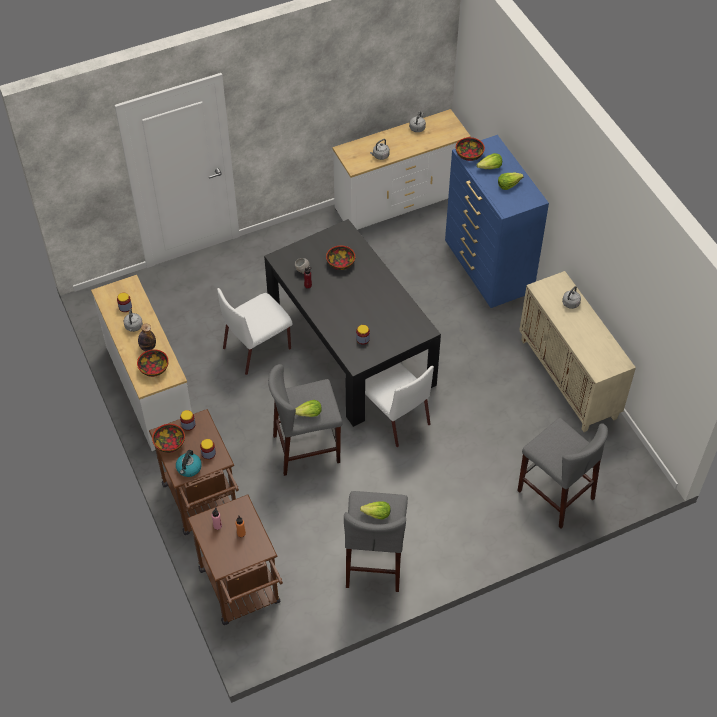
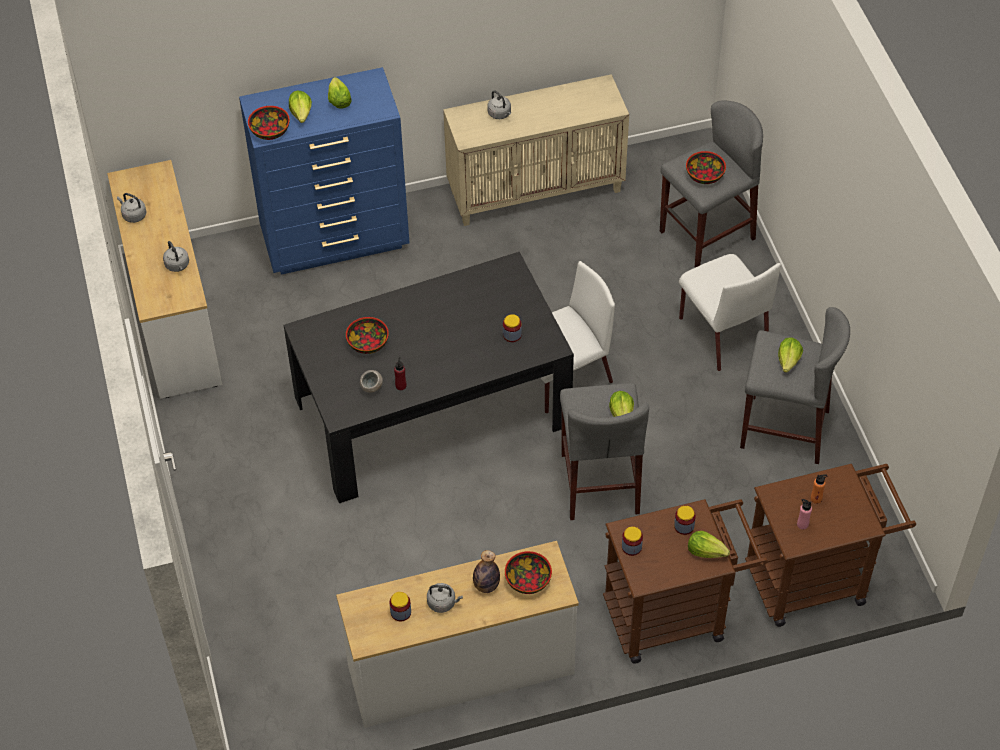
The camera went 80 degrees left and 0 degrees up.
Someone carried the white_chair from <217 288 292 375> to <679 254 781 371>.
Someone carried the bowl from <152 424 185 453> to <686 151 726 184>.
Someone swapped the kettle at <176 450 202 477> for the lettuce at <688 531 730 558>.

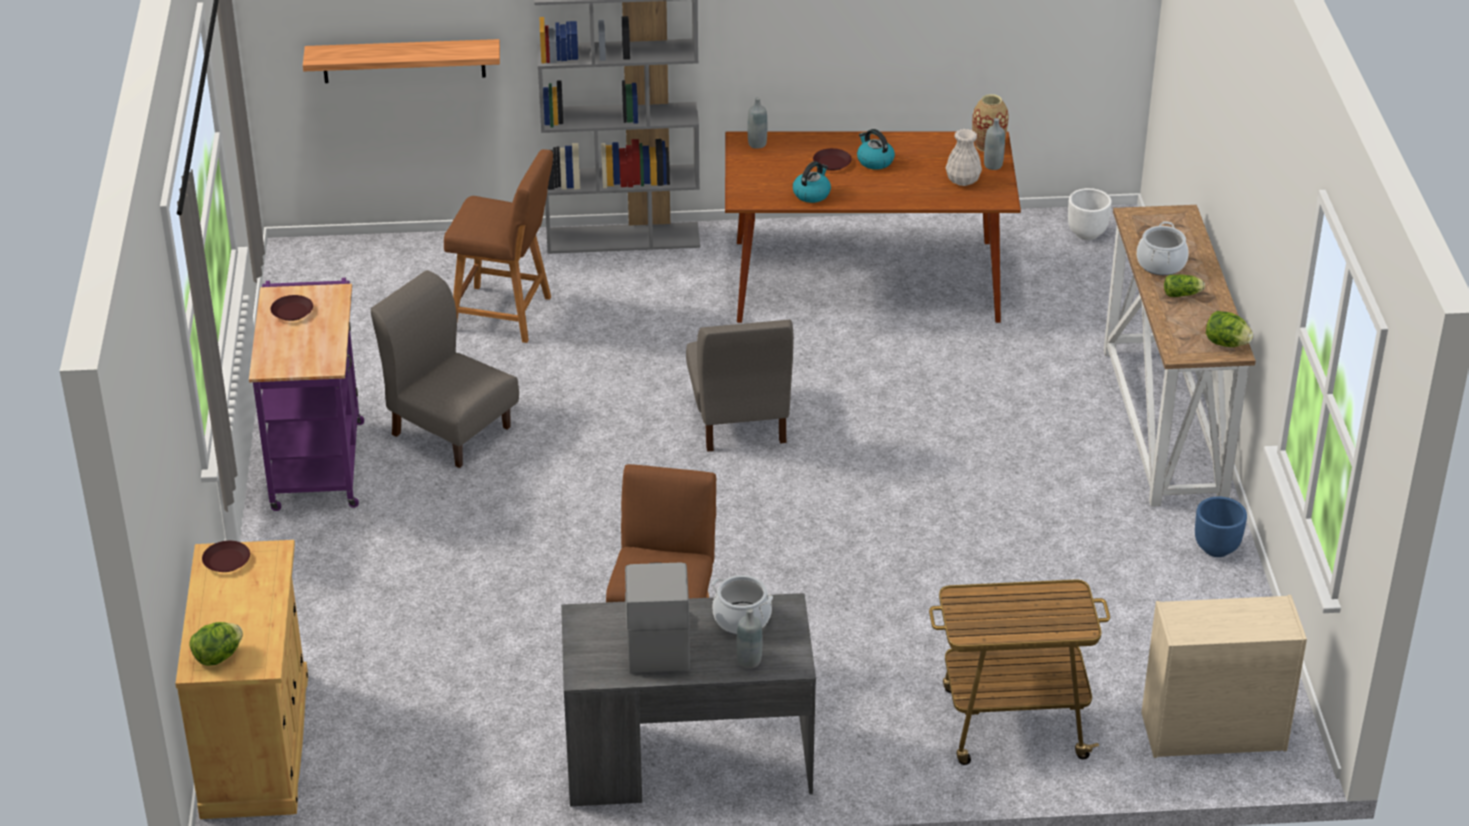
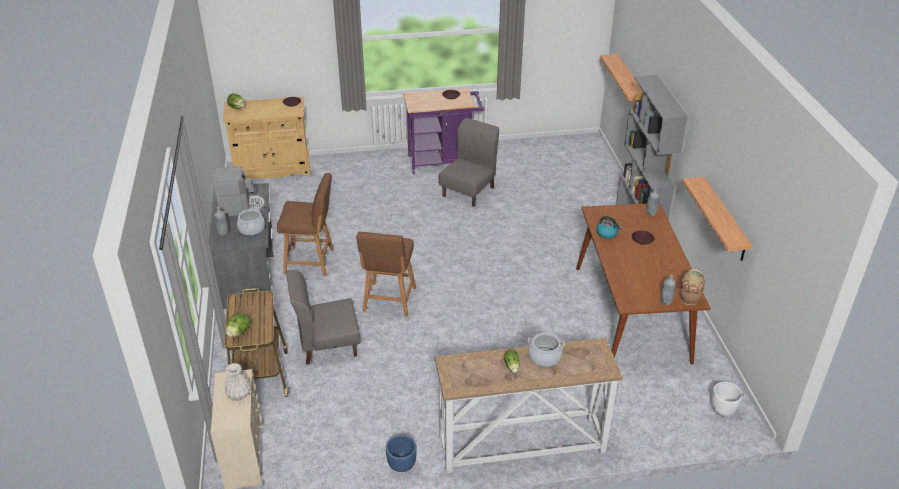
The camera went 85 degrees right and 0 degrees up.
Someone carried the white_vase from <946 129 982 186> to <225 363 250 401>.
Someone carried the lettuce from <1206 311 1253 347> to <226 313 250 337>.
Someone carried the grey_chair from <686 320 794 452> to <286 270 360 365>.
Someone carried the brown_stool from <444 149 553 343> to <356 232 416 317>.
Someone put up the shelf at <682 177 752 261>.
Someone took away the kettle at <857 129 895 170>.

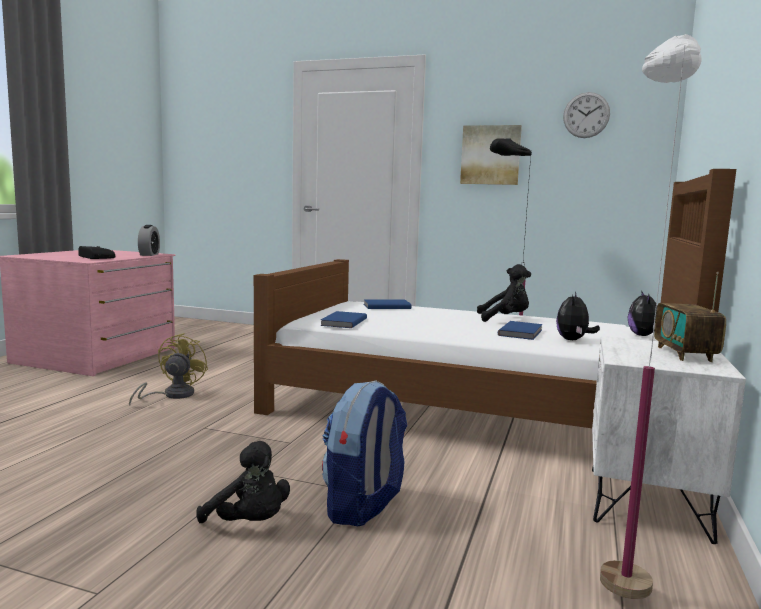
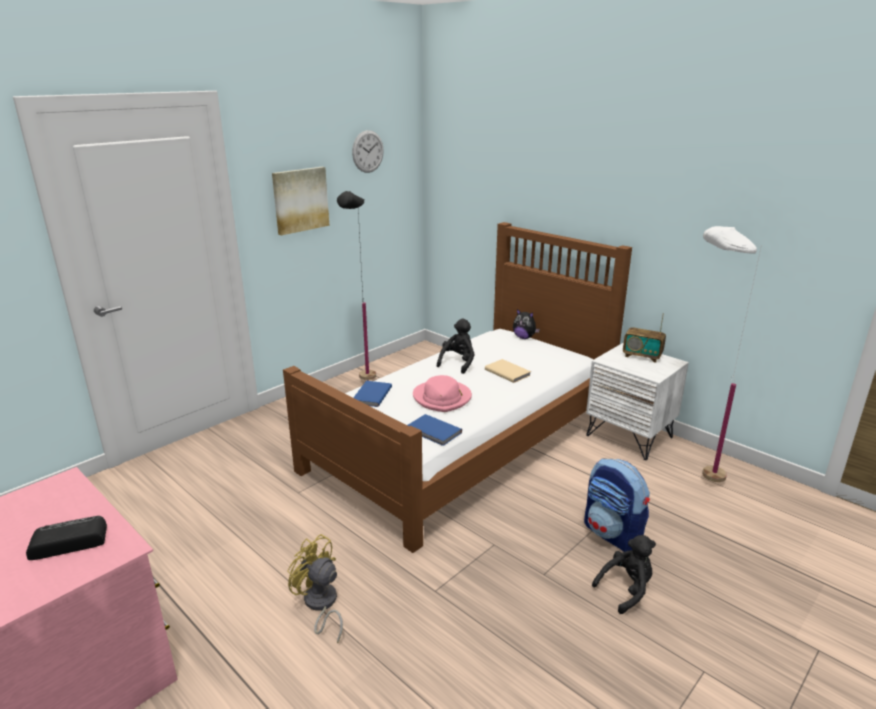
The camera went 65 degrees left and 15 degrees up.
Someone put down the pink_hat at <413 375 472 412>.
Someone repainted the blue_book at <498 321 543 340>, which became the beige_book at <485 359 531 383>.
Someone took away the alarm_clock at <138 225 160 256>.
Someone took away the plush_toy at <556 292 600 340>.

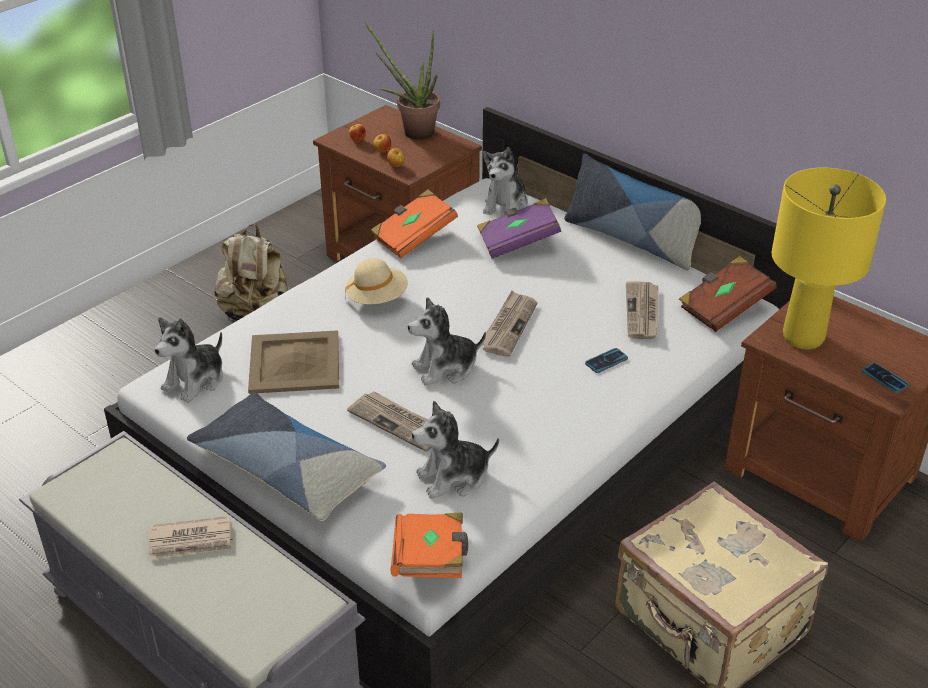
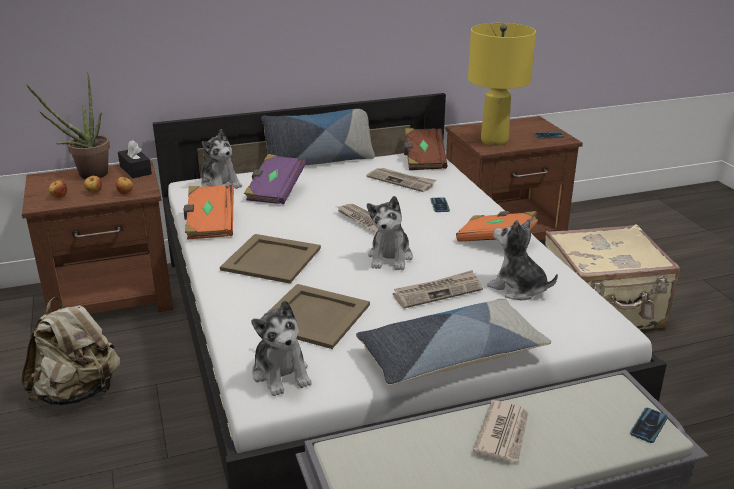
The camera went 60 degrees left and 10 degrees down.
Someone put down the black_tissue_box at <118 140 152 178>.
Someone swapped the beige_hat at <345 258 408 304> for the beige_tray at <220 234 321 283>.
Someone carried the orange_book from <390 513 468 578> to <456 211 538 242>.
Someone rotated the plush_toy at <412 401 499 499> by 120 degrees clockwise.
Someone put down the phone at <630 408 668 443>.

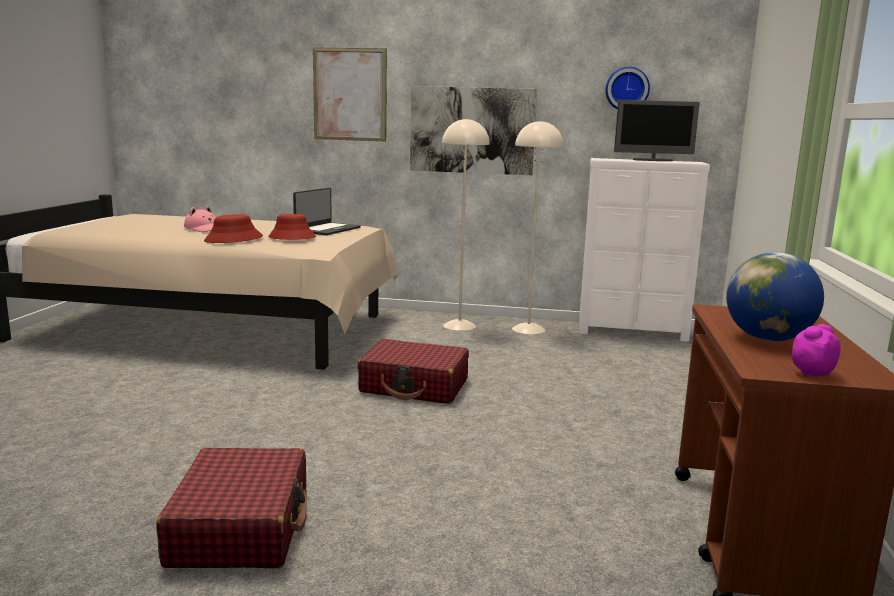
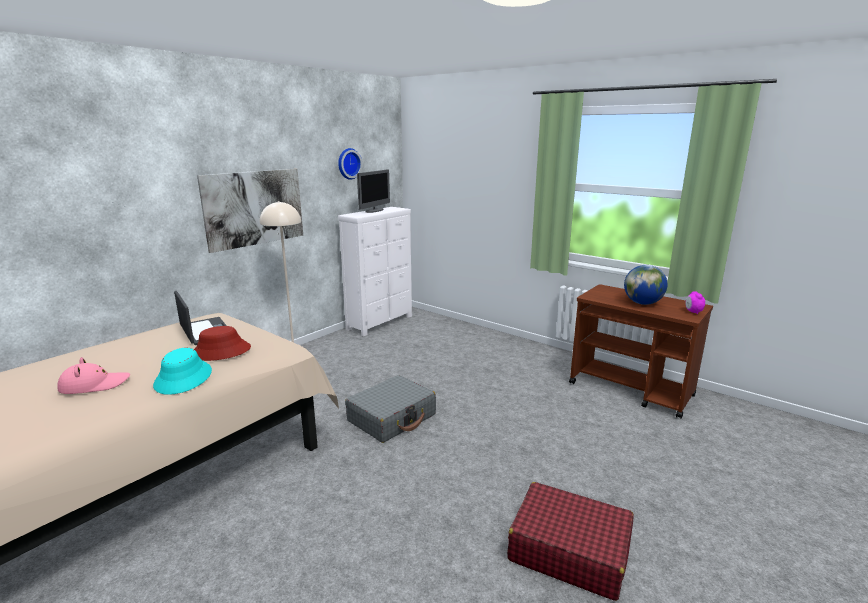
The camera went 60 degrees left and 5 degrees up.
Someone repainted the red_hat at <204 214 263 243>, which became the turquoise_hat at <153 348 212 395>.
Someone repainted the red_suitcase at <357 339 469 404>, which became the grey_suitcase at <345 375 436 443>.
Someone took away the picture at <313 47 387 141>.
Someone took away the beige_floor_lamp at <512 120 563 334>.

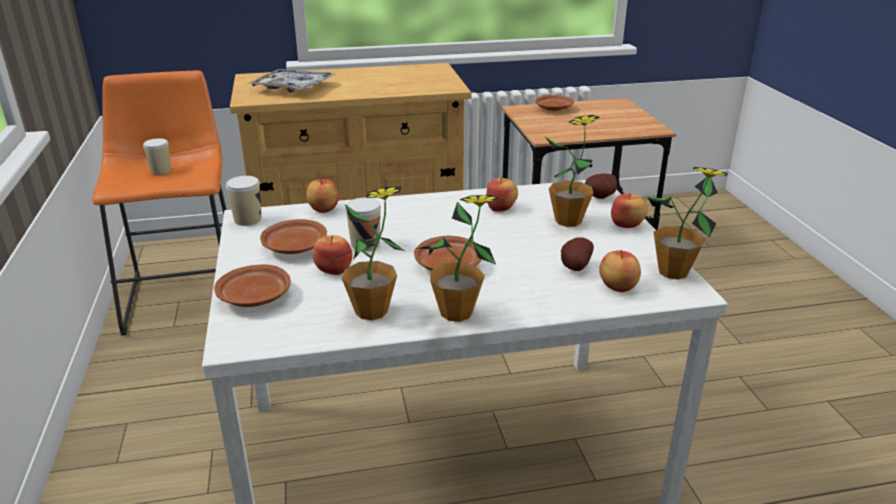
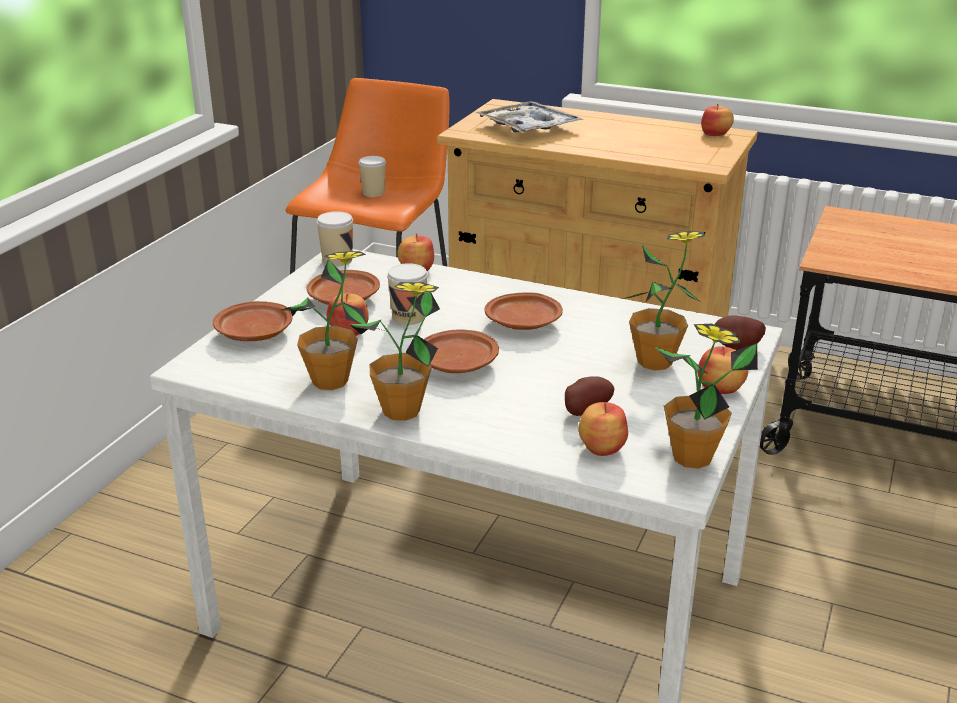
The camera went 35 degrees right and 0 degrees up.
Someone carried the brown_plate from <535 95 574 111> to <485 292 563 330>.
Someone carried the apple from <486 178 518 212> to <701 104 734 136>.

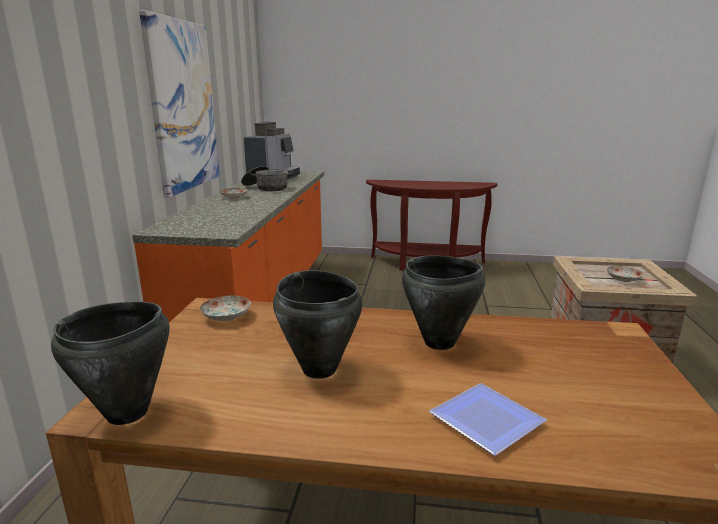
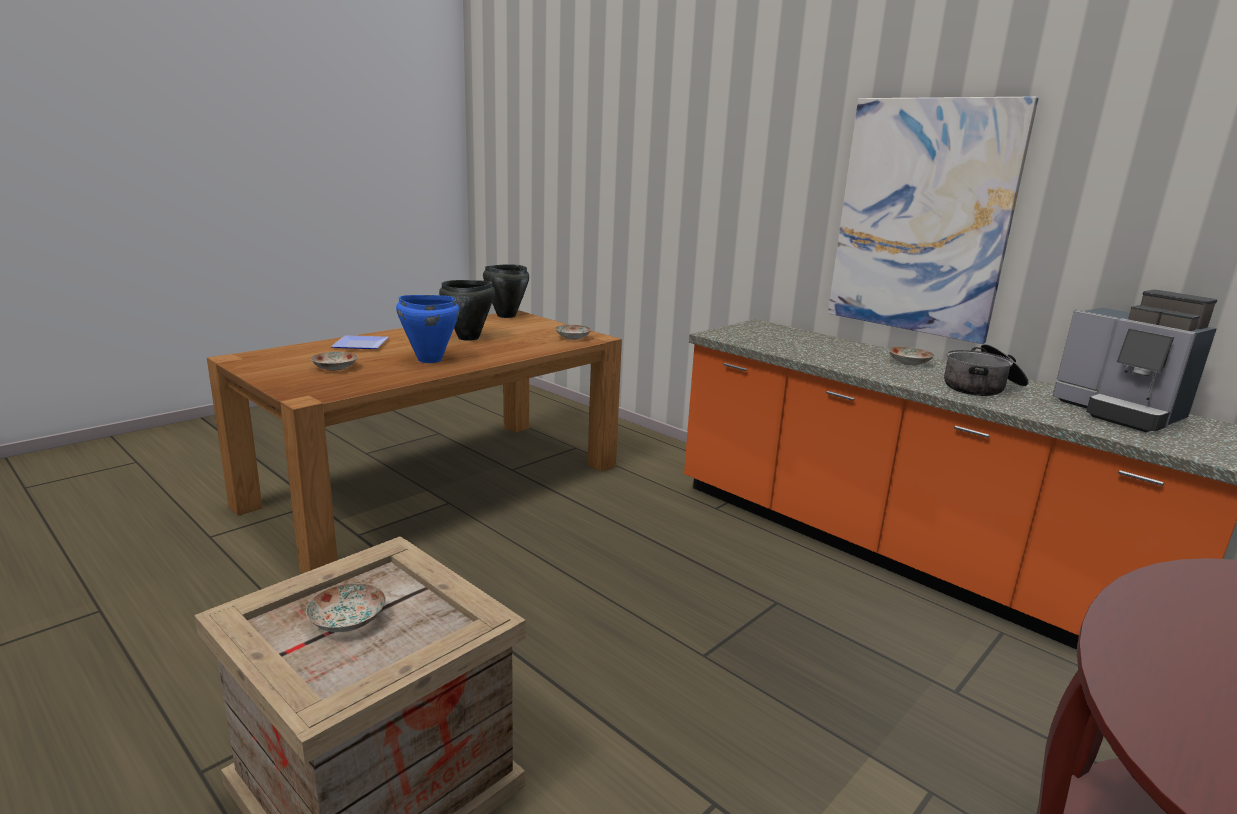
The camera went 125 degrees right and 0 degrees up.
Someone put down the plate at <311 352 358 371>.
Someone repainted the black_cooking_pot at <402 255 486 350>, which became the blue_cooking_pot at <396 295 460 363>.

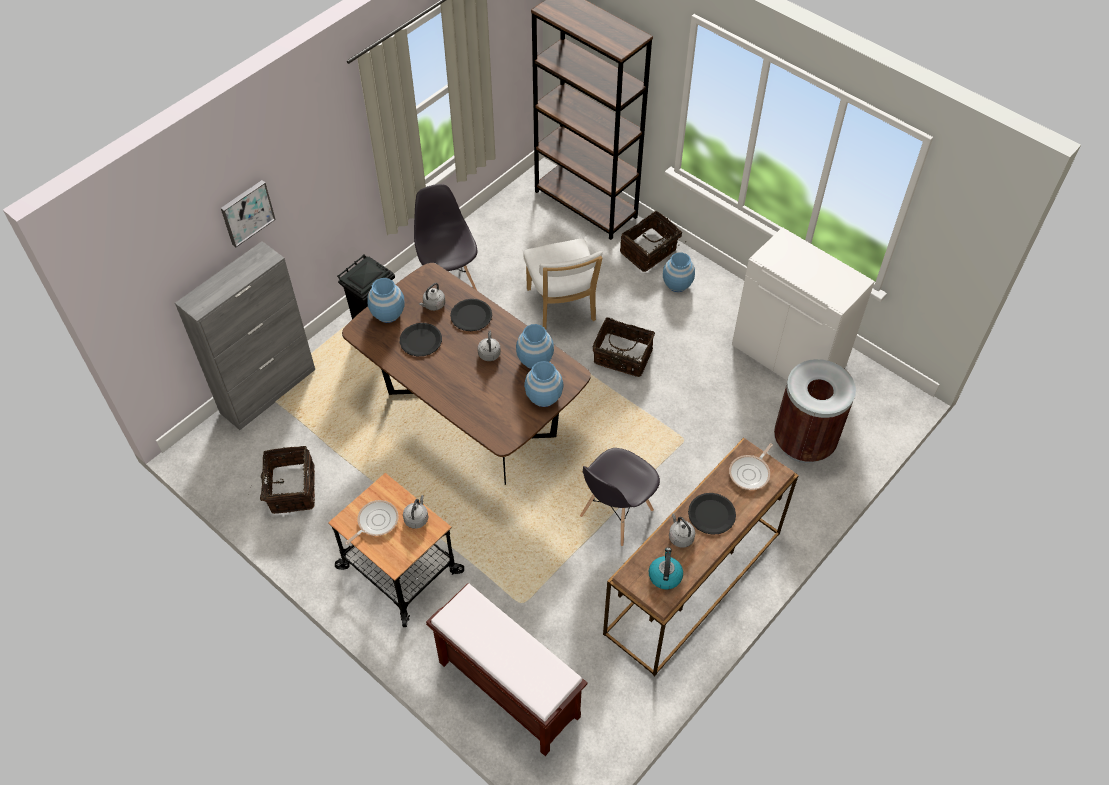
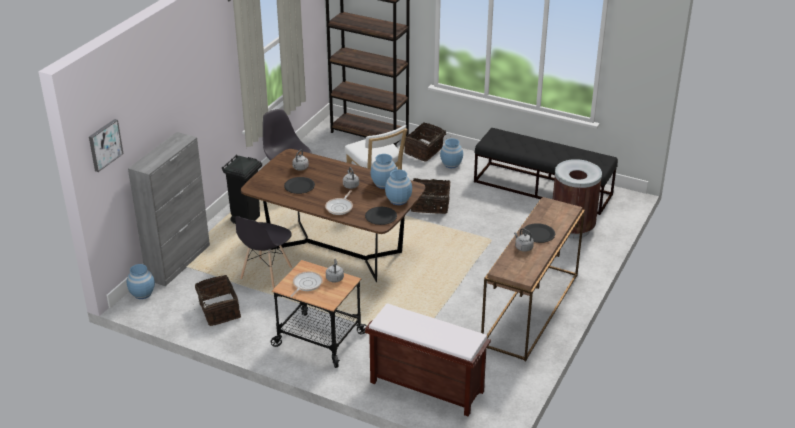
The camera went 15 degrees left and 20 degrees down.
Someone carried the picture from <221 180 276 247> to <89 119 123 172>.
Someone carried the blue_vase from <367 278 404 323> to <126 264 155 299>.
Someone carried the grey_chair from <580 448 660 546> to <235 216 292 289>.
Someone carried the frying_pan from <729 443 773 490> to <325 190 353 215>.
Someone carried the black_plate from <450 299 492 331> to <365 207 397 225>.
Someone swapped the white_cabinet at <732 227 875 380> for the black_bench at <474 128 618 215>.
Someone took away the kettle at <649 547 683 589>.

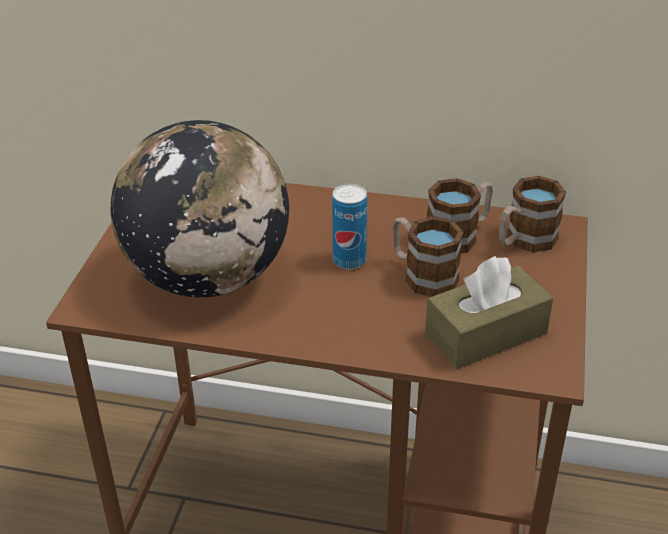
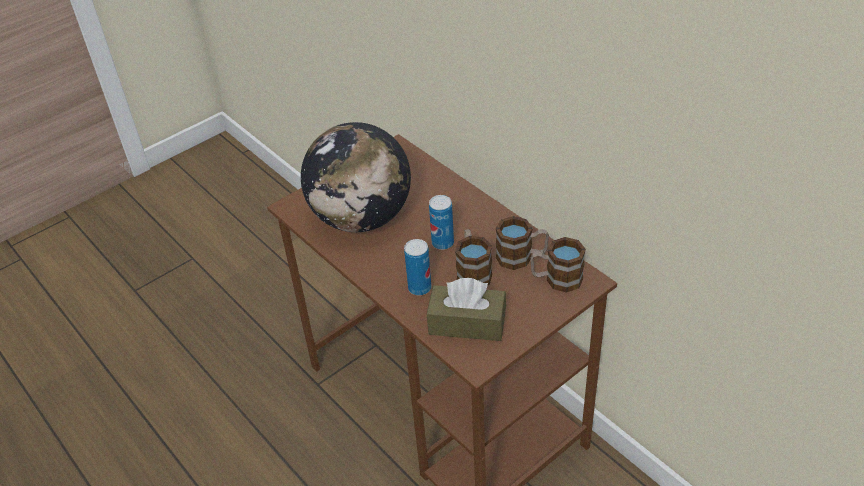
The camera went 40 degrees right and 5 degrees up.
Someone put down the can at <404 239 431 295>.

